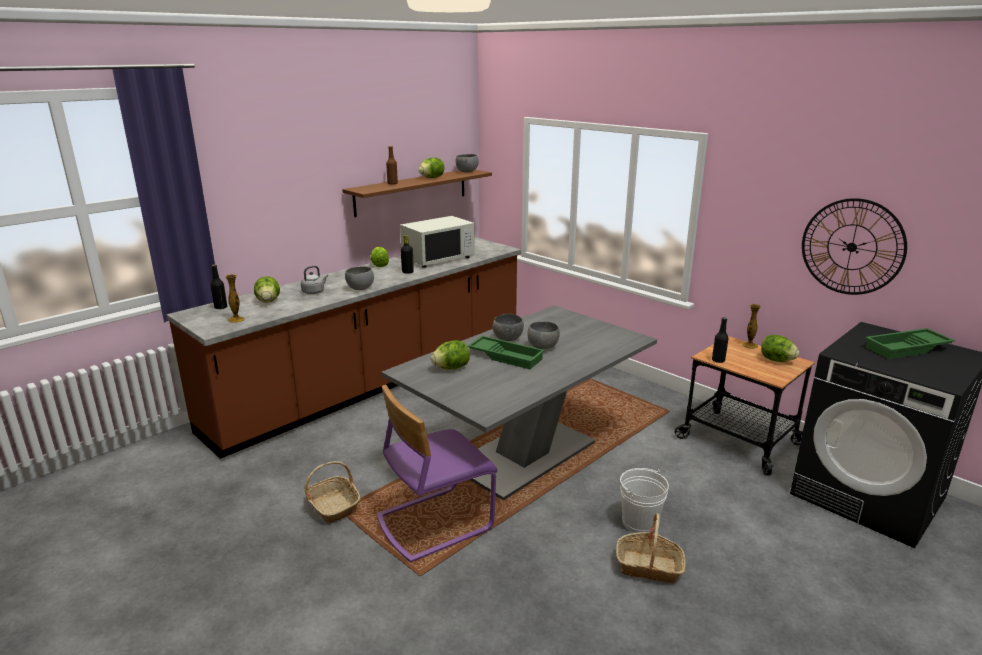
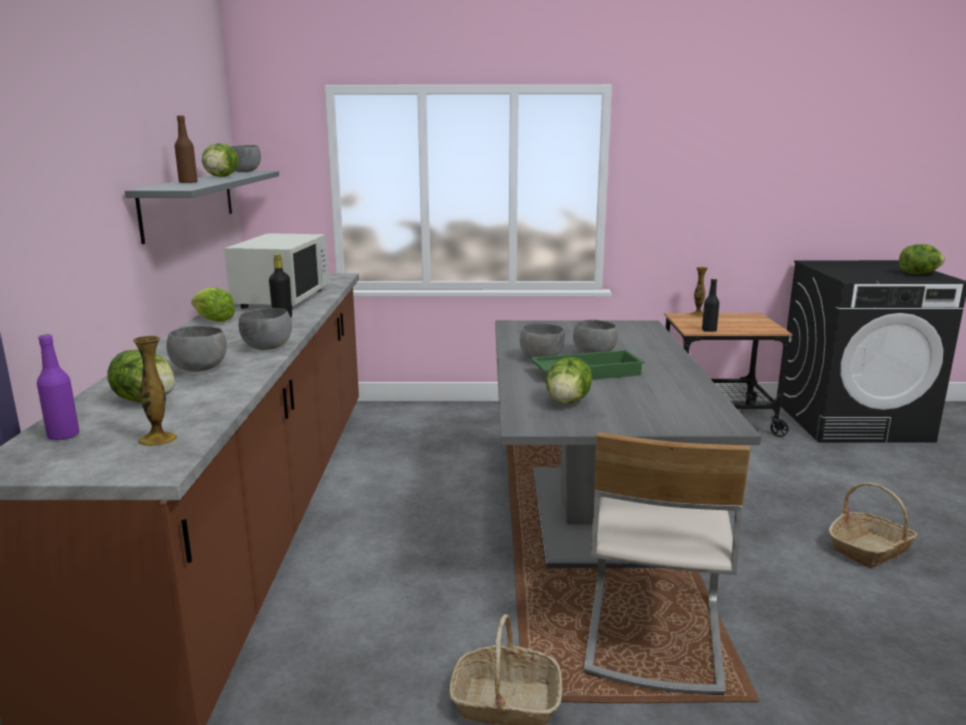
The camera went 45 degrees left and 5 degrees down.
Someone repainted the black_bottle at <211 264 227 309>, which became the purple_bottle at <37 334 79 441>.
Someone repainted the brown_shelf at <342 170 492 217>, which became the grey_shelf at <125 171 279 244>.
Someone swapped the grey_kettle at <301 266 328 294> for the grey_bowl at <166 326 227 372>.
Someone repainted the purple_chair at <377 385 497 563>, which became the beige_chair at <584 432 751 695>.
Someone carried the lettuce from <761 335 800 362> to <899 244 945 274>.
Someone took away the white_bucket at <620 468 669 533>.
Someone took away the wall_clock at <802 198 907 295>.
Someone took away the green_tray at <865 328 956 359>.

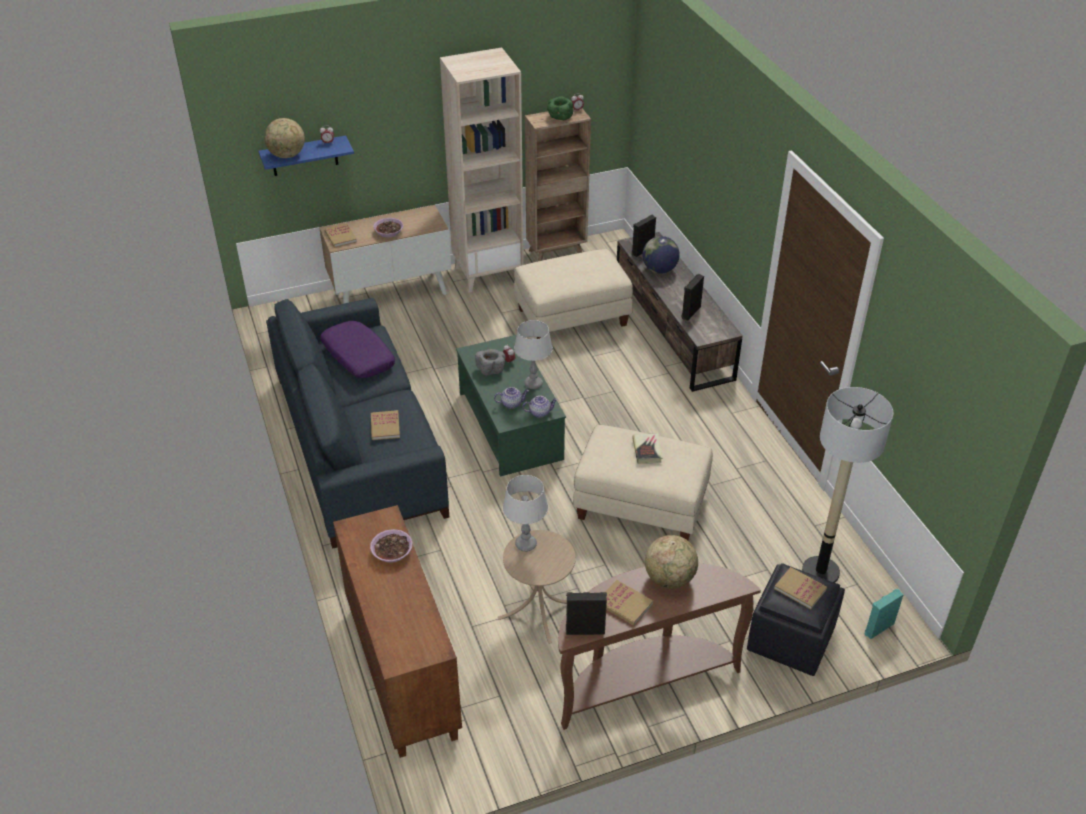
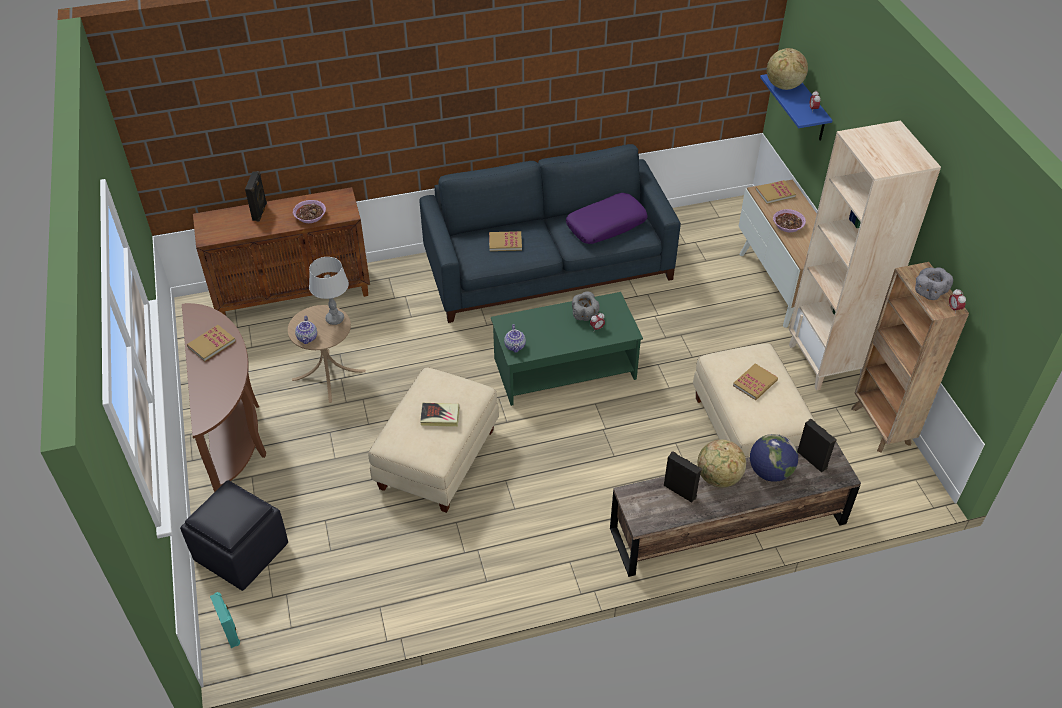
The camera went 95 degrees right and 5 degrees up.
Someone carried the black_speaker from <566 592 607 635> to <245 171 267 221>.
Someone carried the teapot from <494 387 529 409> to <295 316 317 344>.
Someone carried the globe from <645 535 698 589> to <697 439 746 488>.
Someone carried the book from <774 567 827 609> to <733 363 778 400>.
Someone repainted the green_bowl at <547 96 573 120>, which became the grey_bowl at <915 267 953 300>.
Someone took away the grey_table_lamp at <514 320 553 389>.
Someone took away the floor_lamp at <802 387 893 583>.

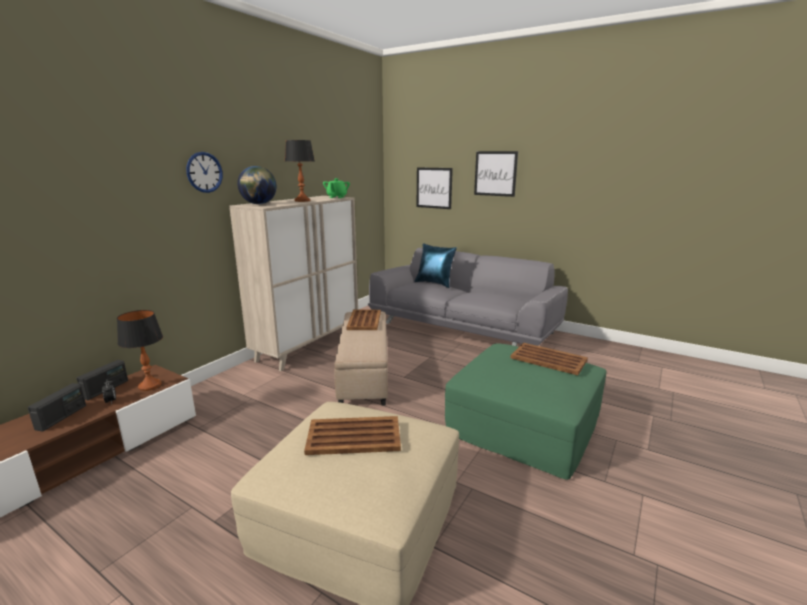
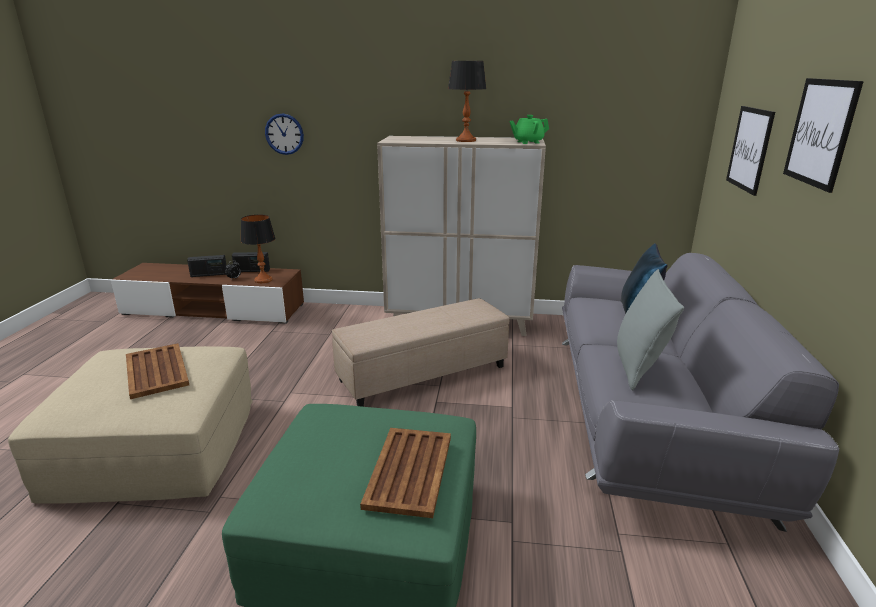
The camera went 65 degrees right and 5 degrees up.
Someone carried the wall_clock from <186 152 223 193> to <265 113 304 155>.
Someone put down the grey_pillow at <617 269 684 390>.
Someone took away the globe at <237 166 277 204>.
Someone took away the brown_tray at <346 309 381 330>.

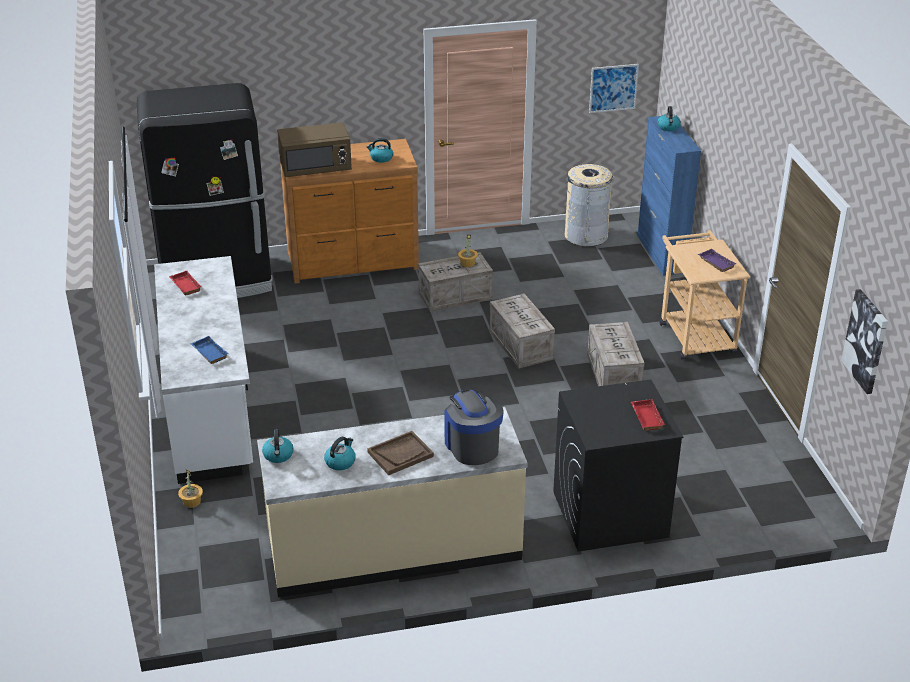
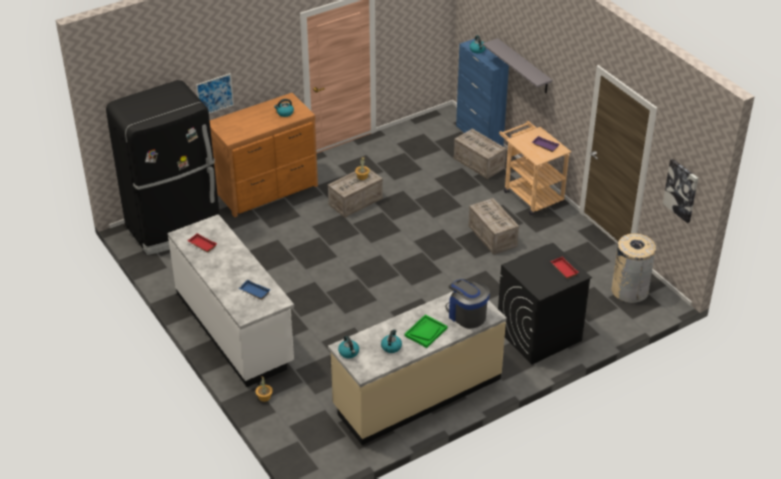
The camera went 20 degrees left and 5 degrees up.
Someone carried the picture from <589 64 639 113> to <196 73 234 114>.
Someone repainted the brown_tray at <367 431 434 475>, which became the green_tray at <404 315 448 348>.
Someone carried the crate from <489 293 555 369> to <453 129 506 179>.
Someone put up the grey_shelf at <483 38 553 93>.
Someone carried the beige_trash_can from <565 164 613 247> to <612 233 656 303>.
Someone took away the brown_microwave at <277 122 352 177>.

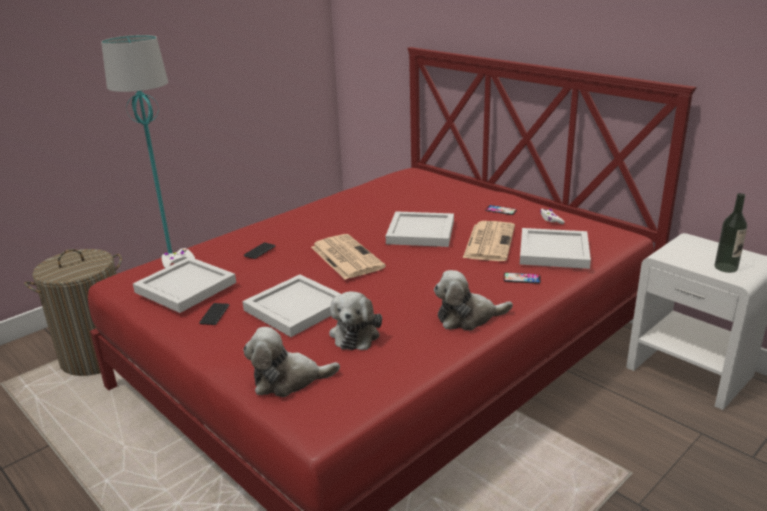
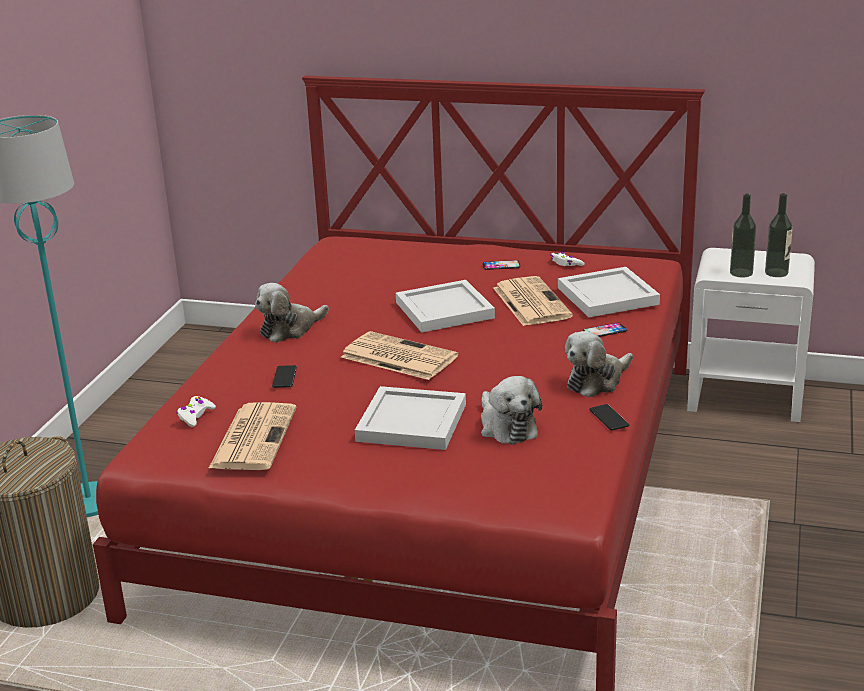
The camera went 30 degrees left and 0 degrees up.
Someone swapped the white_tray at <133 257 236 313> for the newspaper at <208 402 297 470>.
Someone carried the plush_toy from <243 327 340 397> to <255 283 329 343>.
Someone carried the phone from <199 303 229 325> to <589 404 629 430>.
Someone put down the bottle at <730 194 756 277>.

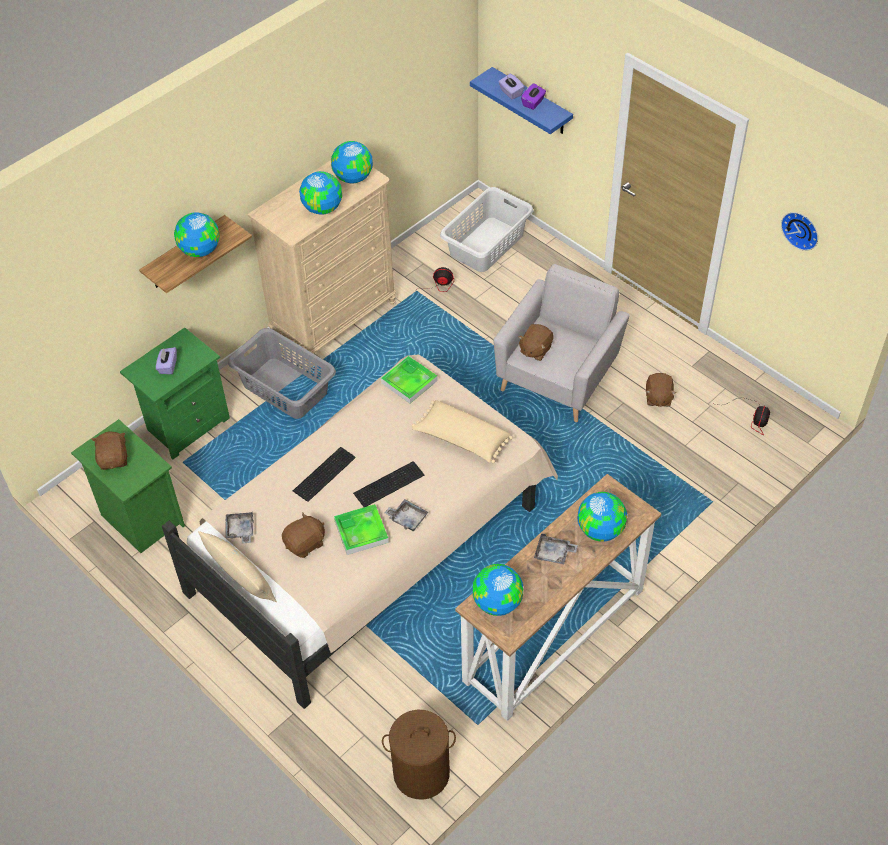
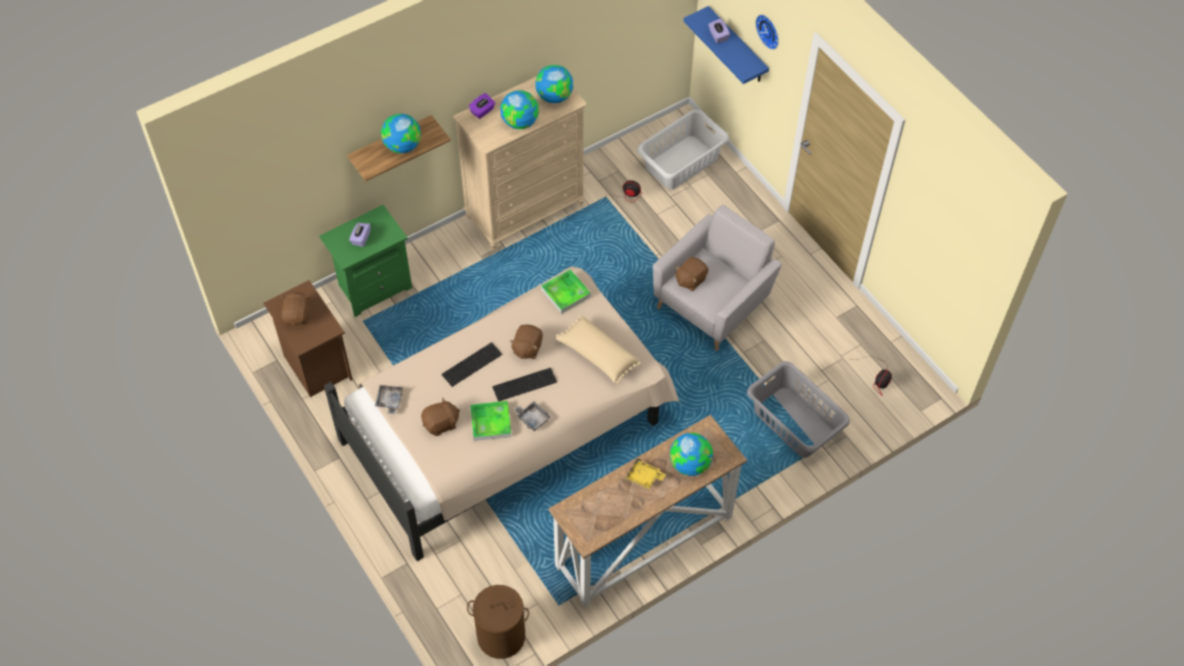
The camera went 10 degrees right and 5 degrees up.
Someone repainted the green_nightstand at <71 419 185 553>, which became the brown_nightstand at <263 280 353 397>.
Someone carried the purple_tissue_box from <521 83 546 110> to <469 93 495 119>.
Someone carried the brown_plush_toy from <646 373 676 407> to <510 324 543 359>.
Someone repainted the grey_tray at <534 533 578 564>, which became the yellow_tray at <626 458 666 489>.
Someone carried the grey_laundry_basket from <228 328 336 419> to <747 361 850 458>.
Someone carried the wall_clock from <781 212 818 251> to <755 14 779 50>.
Someone took away the beige_pillow at <198 531 277 602>.
Someone took away the globe at <473 564 523 616>.

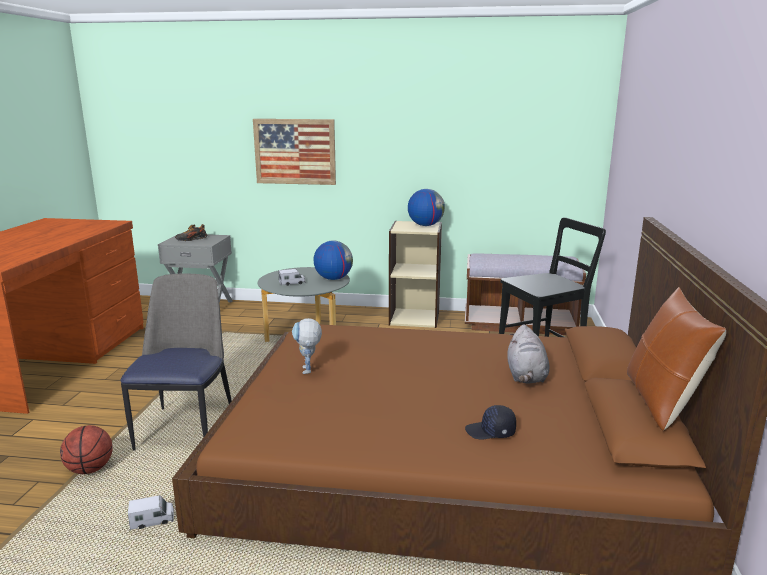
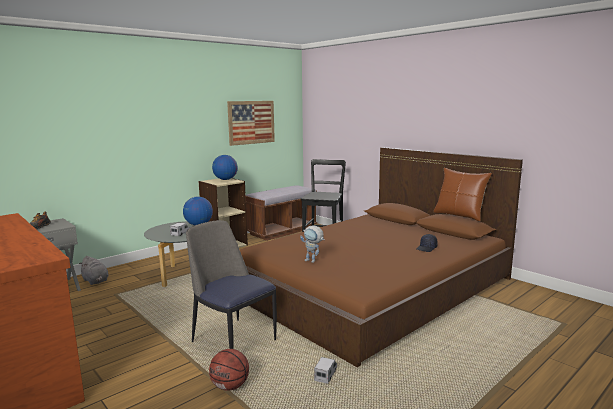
The camera went 50 degrees left and 5 degrees down.
Someone carried the grey_plush_toy from <507 324 549 384> to <79 256 109 285>.
Someone carried the picture from <253 119 336 185> to <227 101 275 146>.

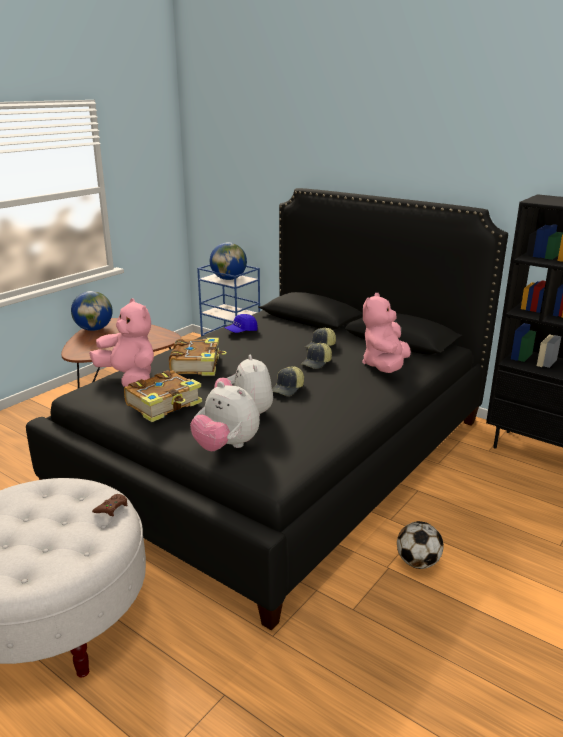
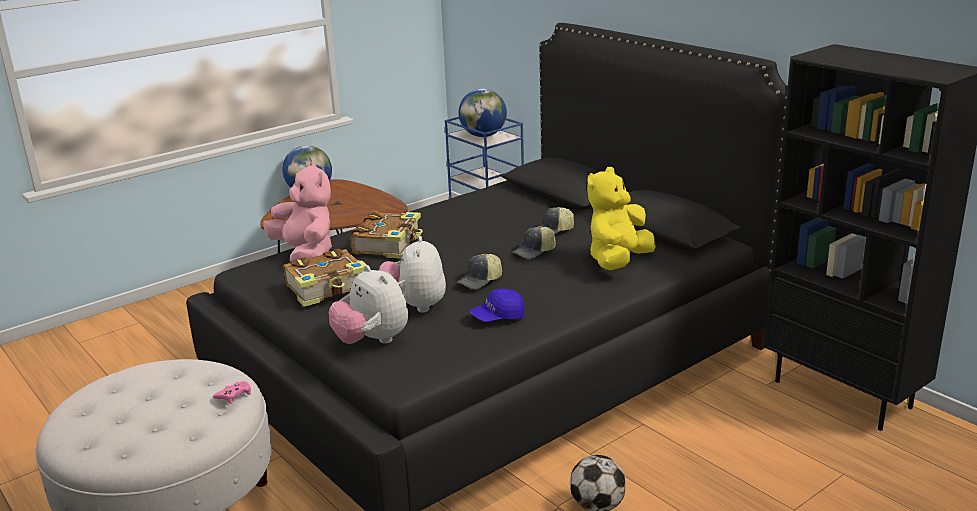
The camera went 15 degrees right and 0 degrees up.
Someone repainted the brown_game_controller at <92 494 128 516>, which became the pink_game_controller at <213 381 251 404>.
Someone carried the blue_cap from <224 314 257 333> to <469 289 525 322>.
Someone repainted the pink_plush_toy at <362 293 411 373>, which became the yellow_plush_toy at <587 167 656 270>.

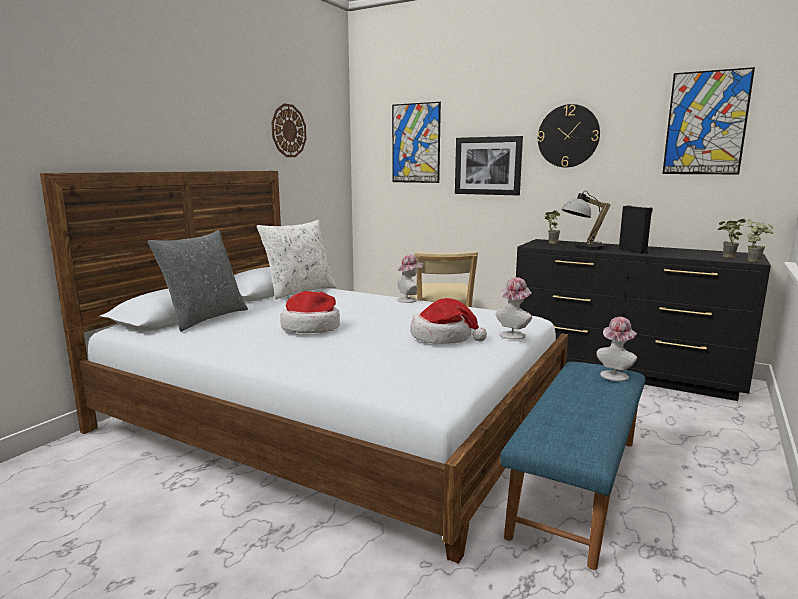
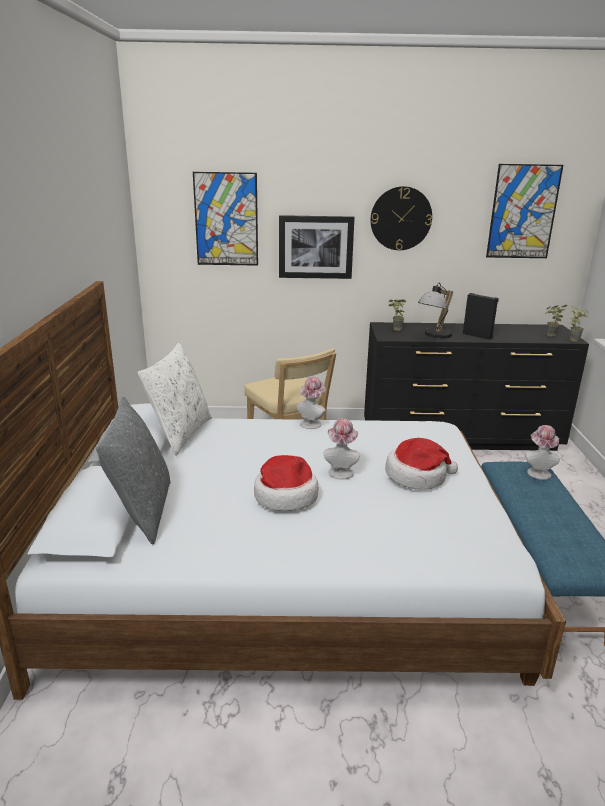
The camera went 30 degrees left and 10 degrees up.
Someone carried the hat from <496 277 532 339> to <324 418 360 480>.
Someone took away the wall_clock at <271 103 306 157>.

